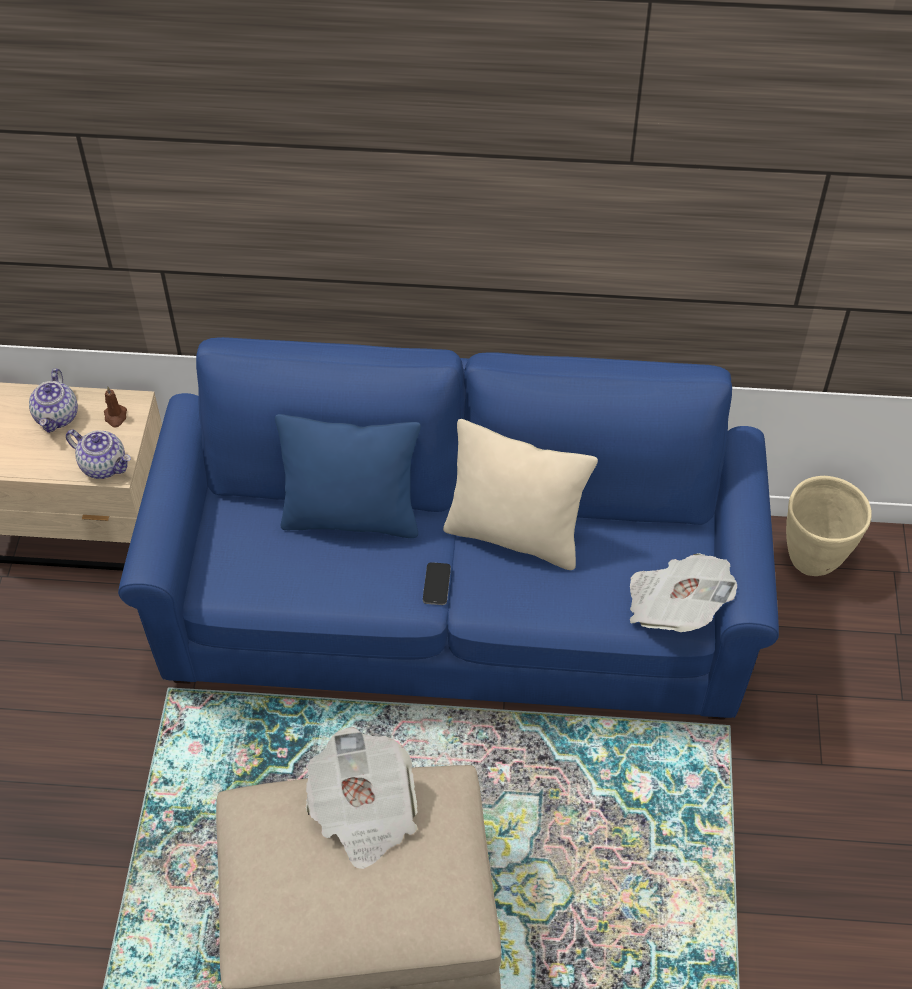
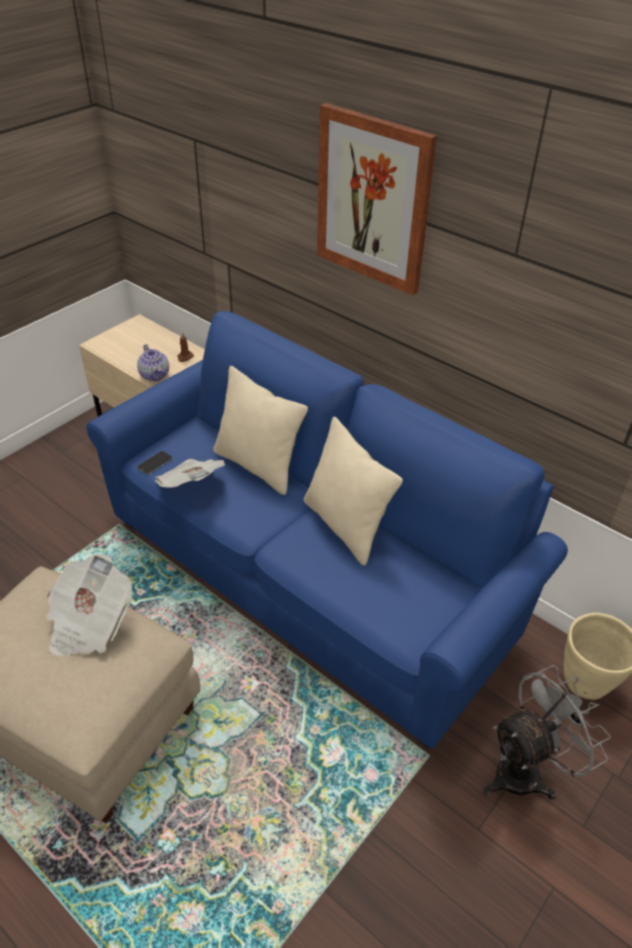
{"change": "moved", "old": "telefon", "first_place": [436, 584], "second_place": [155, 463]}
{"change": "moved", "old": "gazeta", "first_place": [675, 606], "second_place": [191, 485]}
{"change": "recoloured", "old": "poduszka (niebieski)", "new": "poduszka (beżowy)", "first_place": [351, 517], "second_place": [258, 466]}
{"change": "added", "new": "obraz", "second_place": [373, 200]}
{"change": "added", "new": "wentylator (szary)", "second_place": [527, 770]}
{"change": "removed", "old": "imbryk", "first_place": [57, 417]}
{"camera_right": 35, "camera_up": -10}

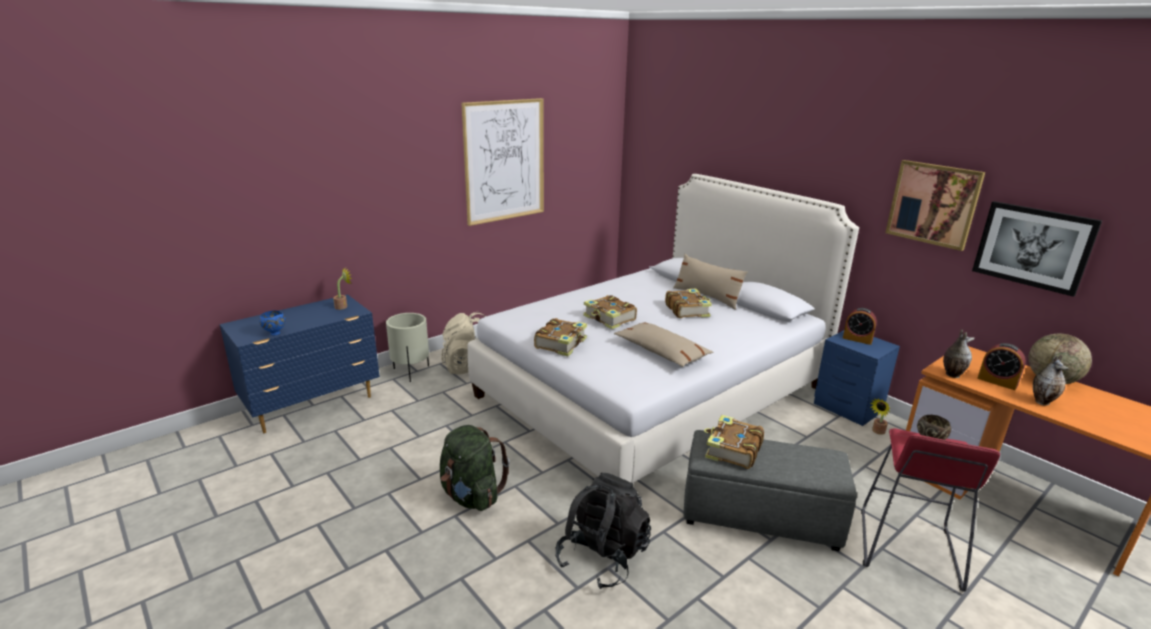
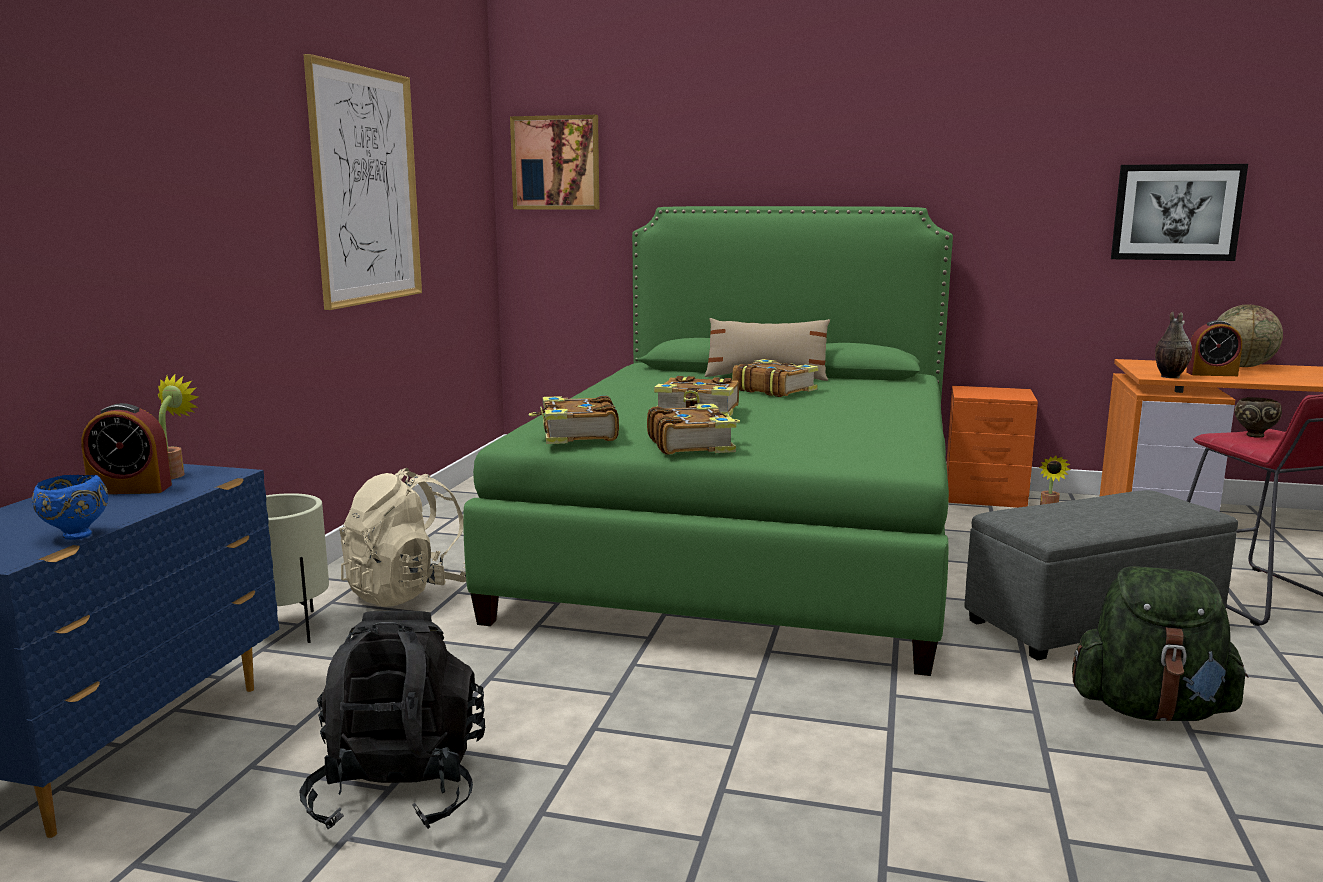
{"change": "moved", "old": "budzik", "first_place": [857, 339], "second_place": [130, 489]}
{"change": "moved", "old": "plecak (czarny)", "first_place": [602, 557], "second_place": [399, 790]}
{"change": "recoloured", "old": "łóżko (biały)", "new": "łóżko (zielony)", "first_place": [652, 391], "second_place": [745, 541]}
{"change": "moved", "old": "obraz", "first_place": [933, 204], "second_place": [556, 163]}
{"change": "moved", "old": "książka", "first_place": [732, 450], "second_place": [577, 434]}
{"change": "recoloured", "old": "szafka nocna (niebieski)", "new": "szafka nocna (pomarańczowy)", "first_place": [848, 408], "second_place": [986, 497]}
{"change": "moved", "old": "plecak (zielony)", "first_place": [471, 496], "second_place": [1151, 710]}
{"change": "removed", "old": "poduszka (beżowy)", "first_place": [661, 352]}
{"change": "removed", "old": "wazon", "first_place": [1042, 401]}
{"camera_right": -35, "camera_up": -10}

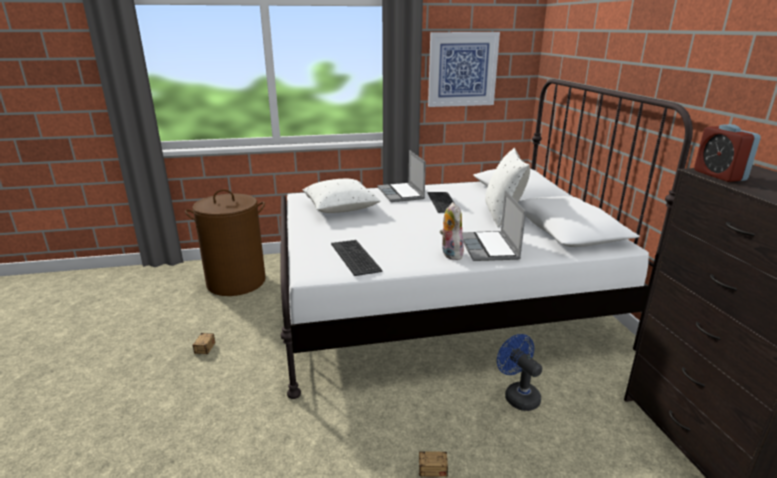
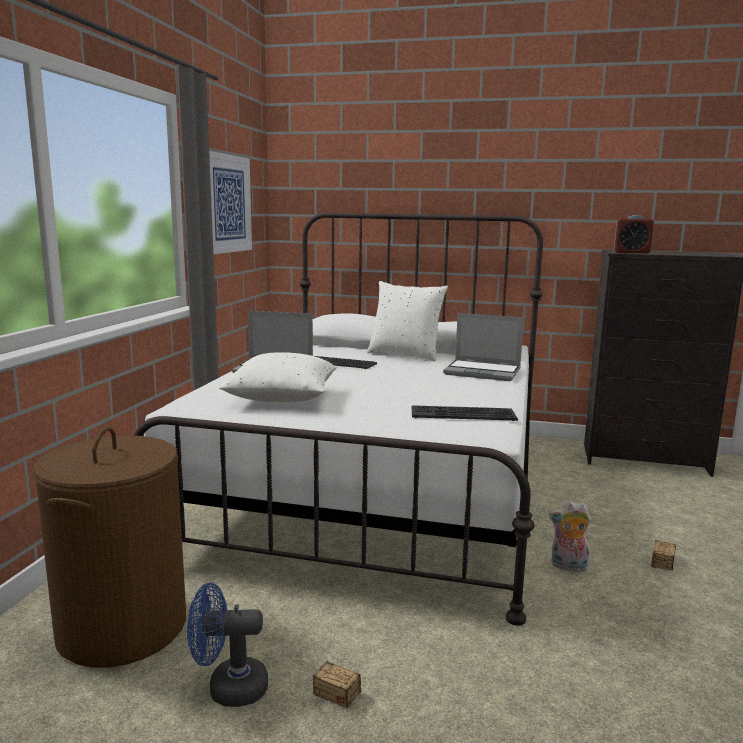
{"change": "moved", "old": "wentylator (niebieski)", "first_place": [517, 395], "second_place": [228, 688]}
{"change": "moved", "old": "pluszak", "first_place": [450, 254], "second_place": [568, 566]}
{"camera_right": -65, "camera_up": -10}

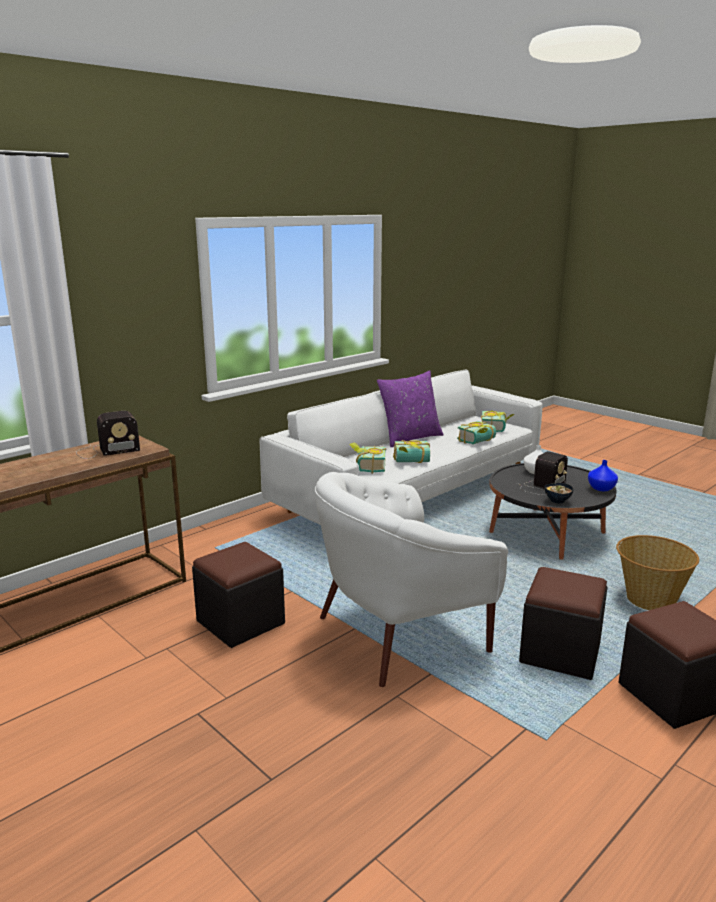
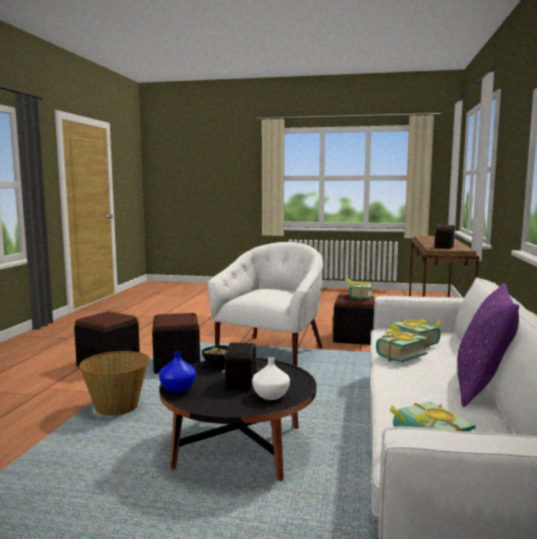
{"change": "moved", "old": "książka", "first_place": [479, 442], "second_place": [357, 296]}
{"camera_right": 145, "camera_up": -10}

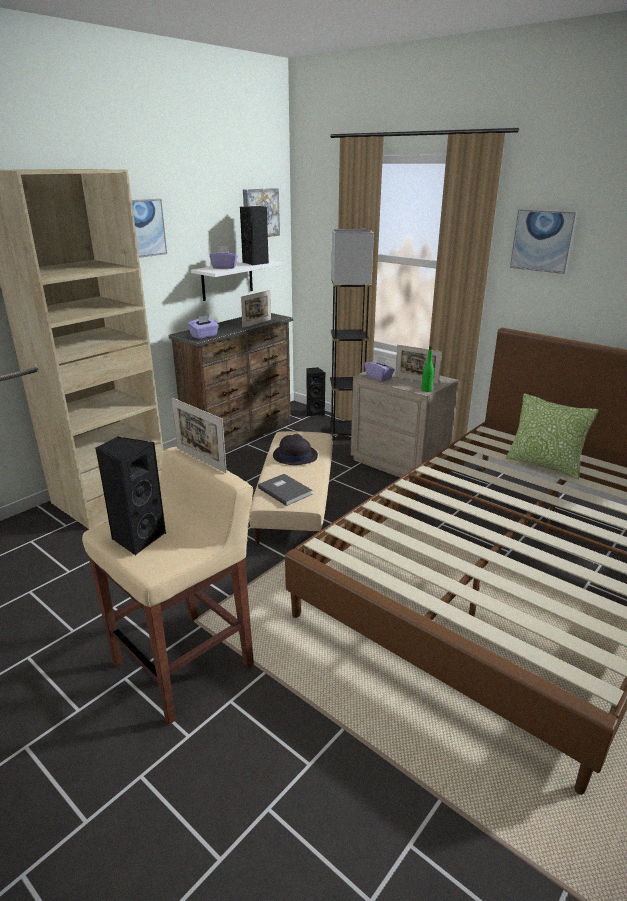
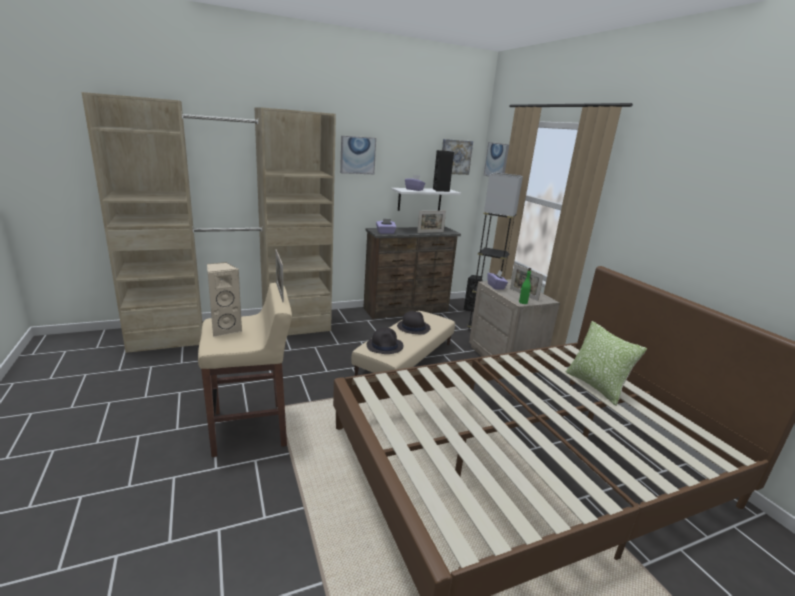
{"change": "recoloured", "old": "głośnik (czarny)", "new": "głośnik (beżowy)", "first_place": [137, 538], "second_place": [225, 329]}
{"change": "replaced", "old": "książka (szary)", "new": "kapelusz (czarny)", "first_place": [285, 490], "second_place": [385, 346]}
{"change": "moved", "old": "obraz", "first_place": [542, 241], "second_place": [497, 160]}
{"camera_right": 25, "camera_up": -5}

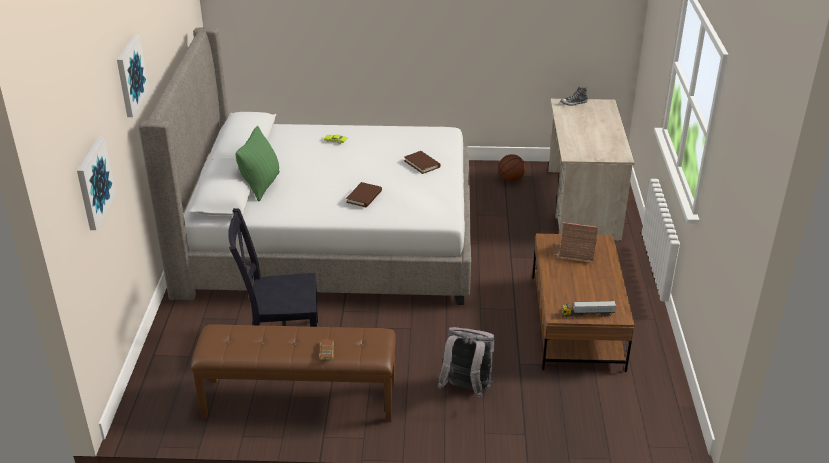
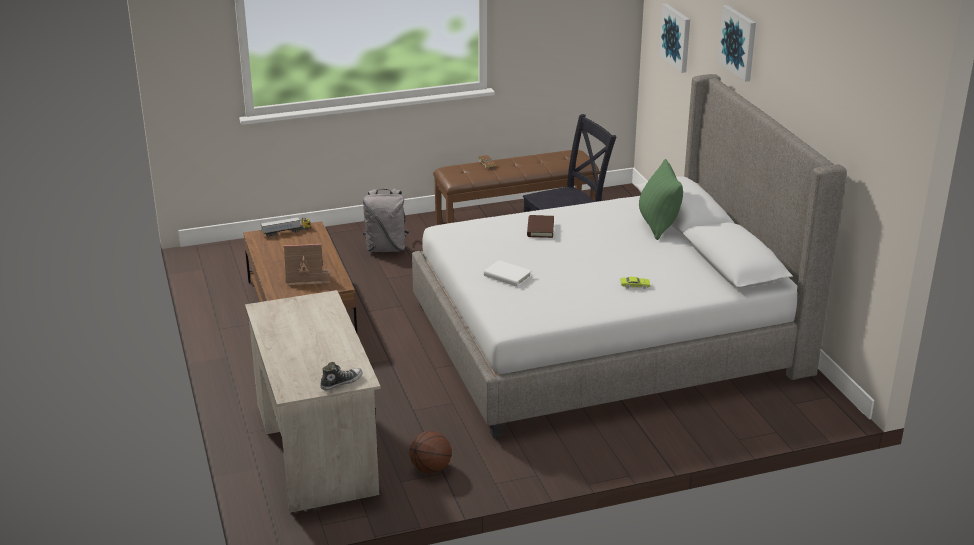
{"change": "recoloured", "old": "książka (brązowy)", "new": "książka (biały)", "first_place": [422, 164], "second_place": [507, 276]}
{"camera_right": 160, "camera_up": -5}

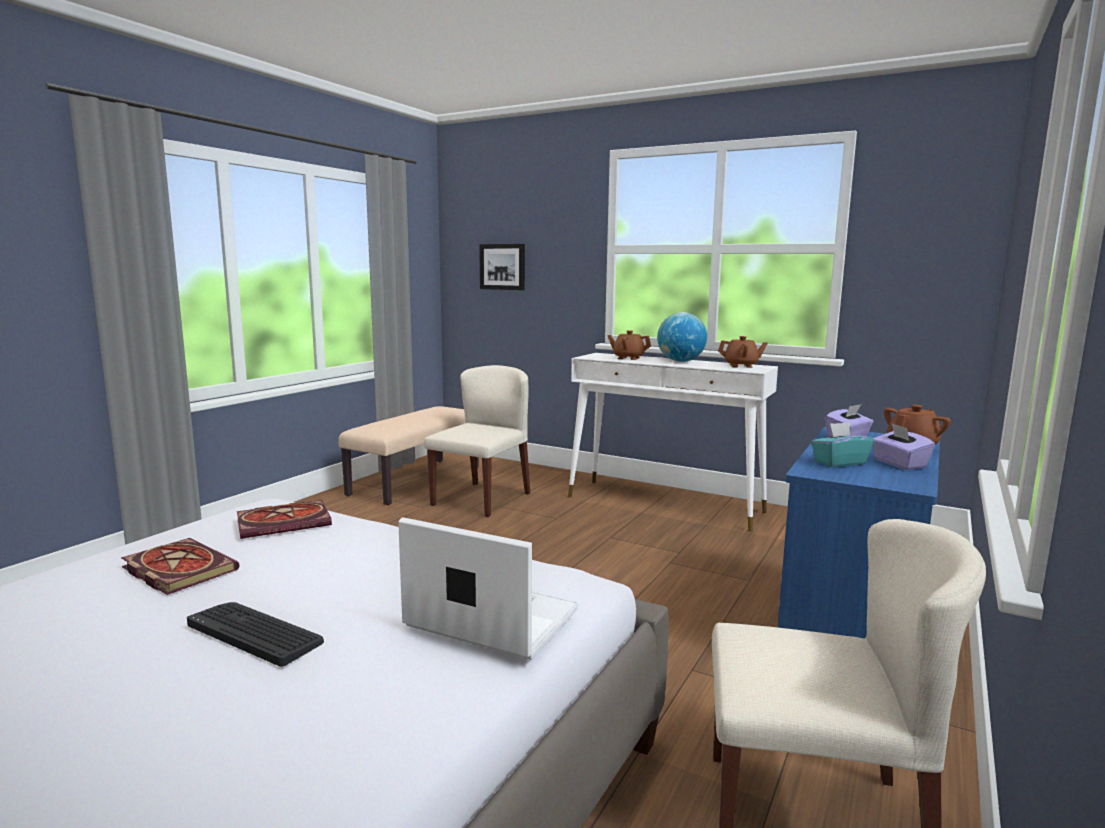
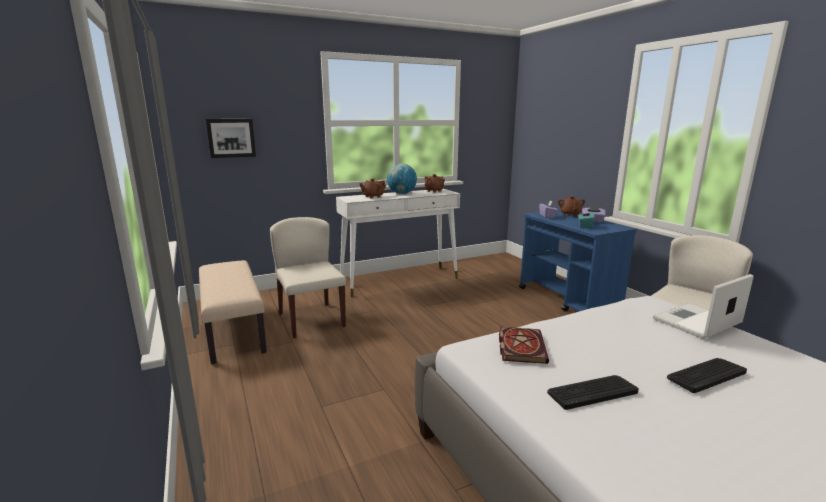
{"change": "replaced", "old": "książka", "new": "klawiatura", "first_place": [176, 569], "second_place": [591, 392]}
{"camera_right": -55, "camera_up": 5}

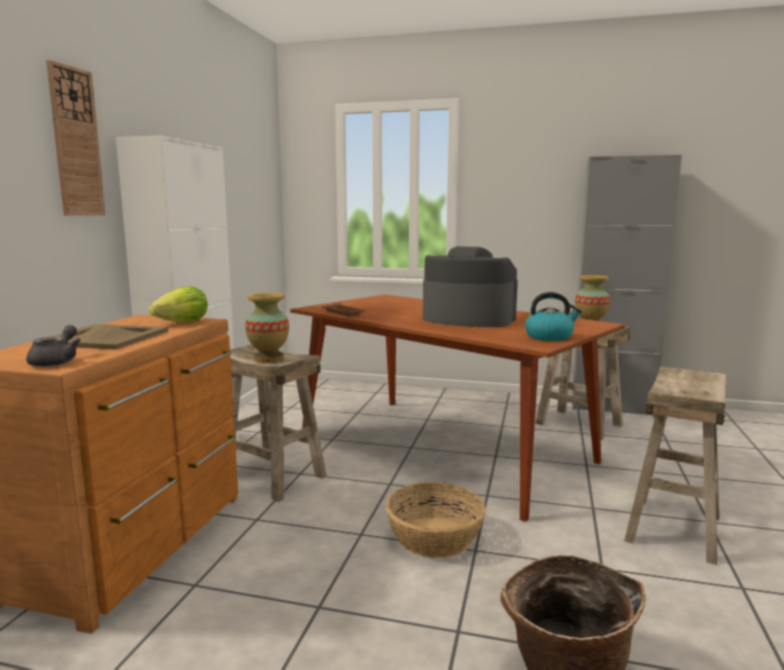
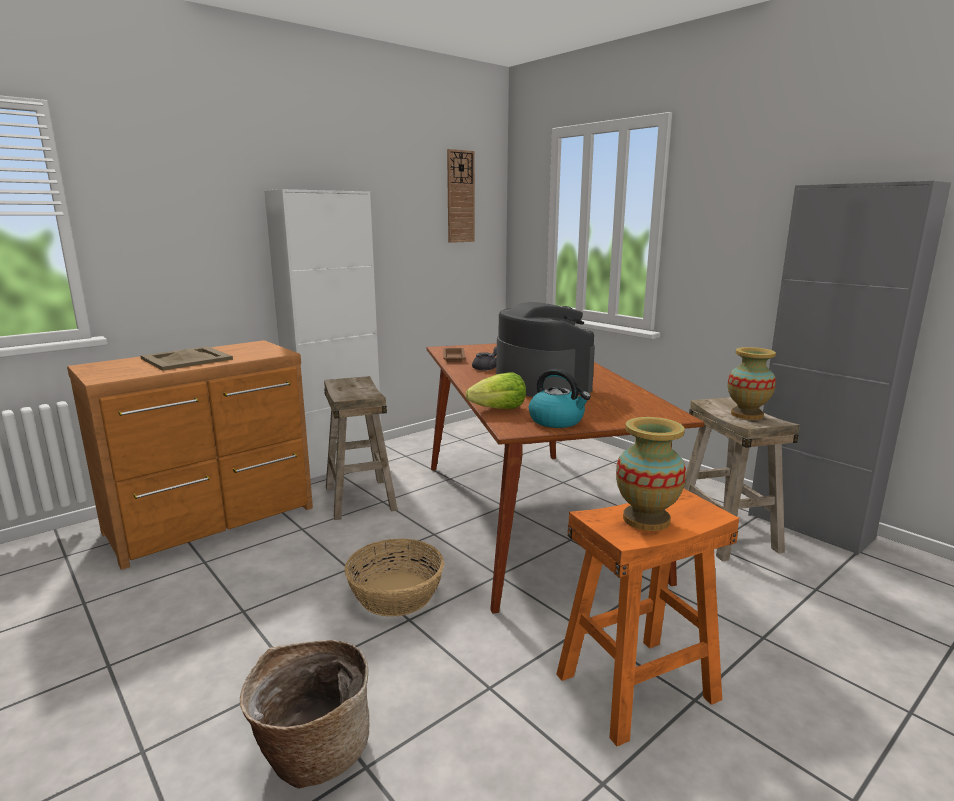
{"change": "moved", "old": "zegar ścienny", "first_place": [76, 142], "second_place": [460, 197]}
{"change": "moved", "old": "sałata", "first_place": [183, 323], "second_place": [499, 409]}
{"change": "moved", "old": "imbryk (szary)", "first_place": [57, 361], "second_place": [487, 368]}
{"change": "recoloured", "old": "stołek (beżowy)", "new": "stołek (pomarańczowy)", "first_place": [674, 528], "second_place": [637, 687]}
{"change": "moved", "old": "wazon", "first_place": [269, 358], "second_place": [646, 520]}
{"camera_right": 35, "camera_up": 5}

